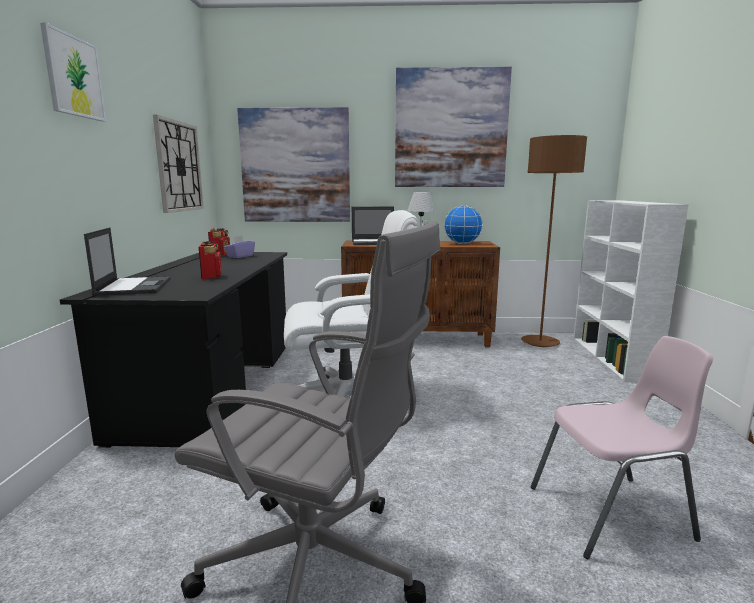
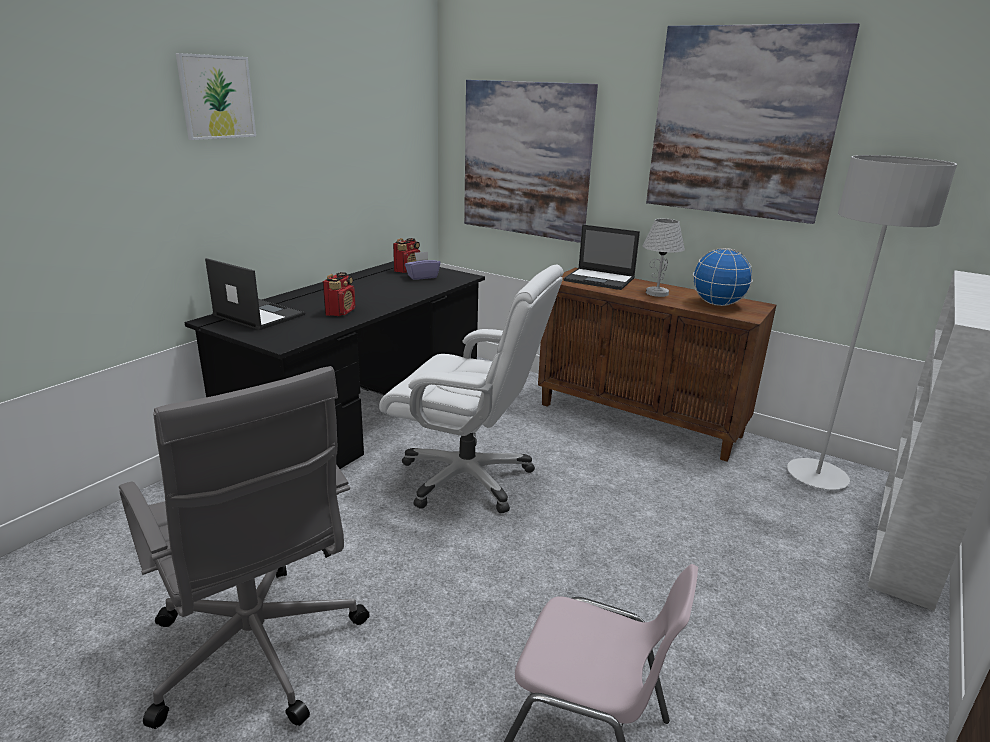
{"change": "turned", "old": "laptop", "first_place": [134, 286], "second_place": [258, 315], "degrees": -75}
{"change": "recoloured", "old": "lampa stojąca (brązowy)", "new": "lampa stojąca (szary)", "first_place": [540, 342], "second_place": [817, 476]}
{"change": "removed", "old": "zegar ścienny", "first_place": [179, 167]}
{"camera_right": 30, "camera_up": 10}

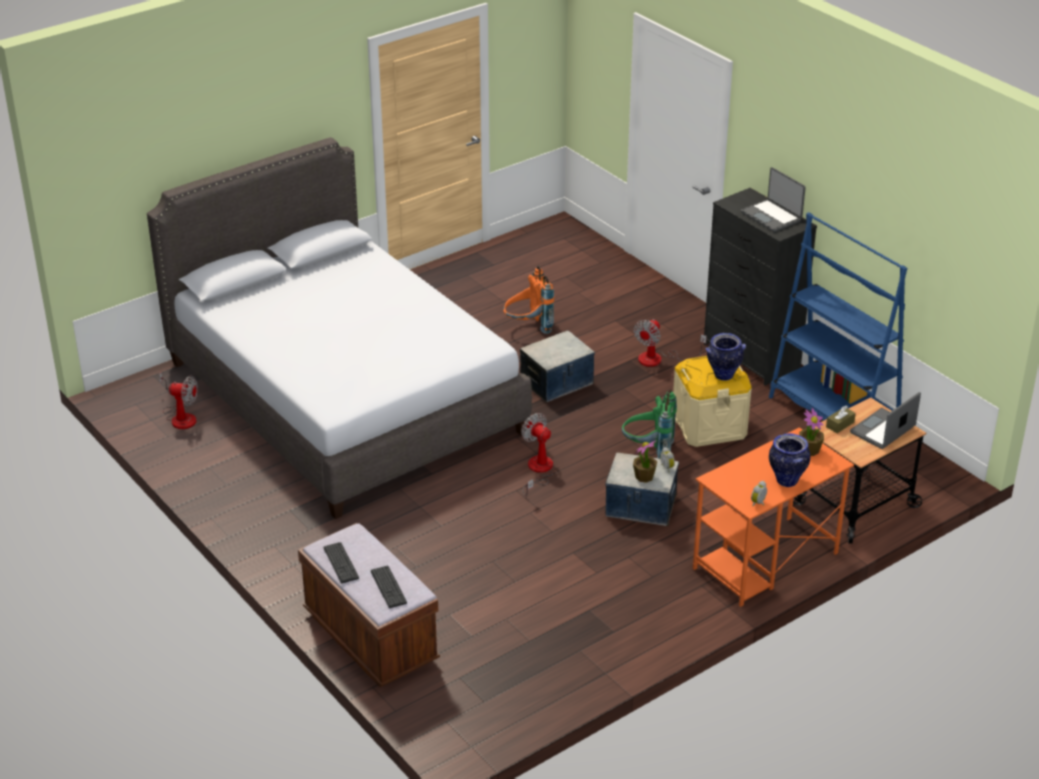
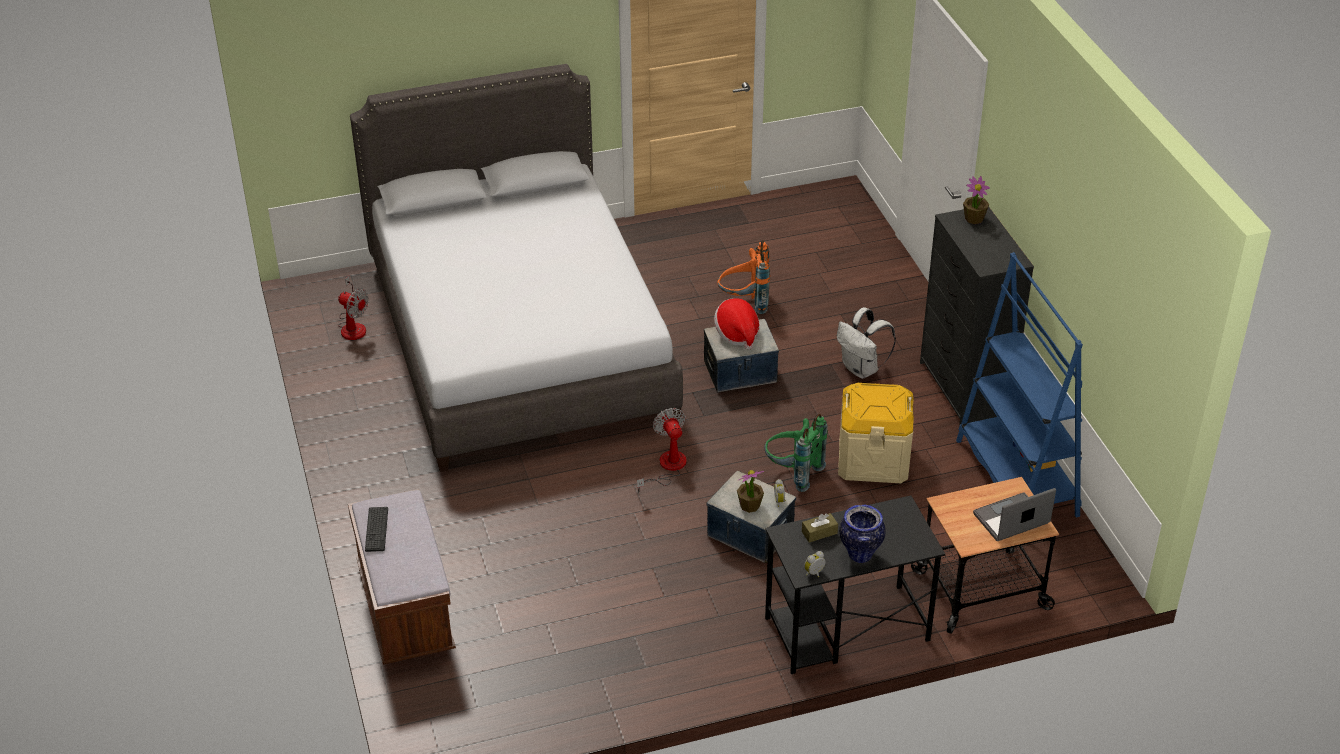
{"change": "added", "new": "kapelusz", "second_place": [737, 334]}
{"change": "recoloured", "old": "biurko (pomarańczowy)", "new": "biurko (czarny)", "first_place": [764, 561], "second_place": [845, 630]}
{"change": "moved", "old": "pudełko chusteczek (brązowy)", "first_place": [840, 424], "second_place": [819, 532]}
{"change": "replaced", "old": "wentylator", "new": "plecak (biały)", "first_place": [658, 359], "second_place": [862, 369]}
{"change": "moved", "old": "roślina doniczkowa", "first_place": [809, 450], "second_place": [974, 218]}
{"change": "removed", "old": "klawiatura", "first_place": [388, 587]}
{"change": "removed", "old": "wazon", "first_place": [723, 376]}
{"change": "removed", "old": "laptop", "first_place": [772, 216]}
{"camera_right": 20, "camera_up": 5}

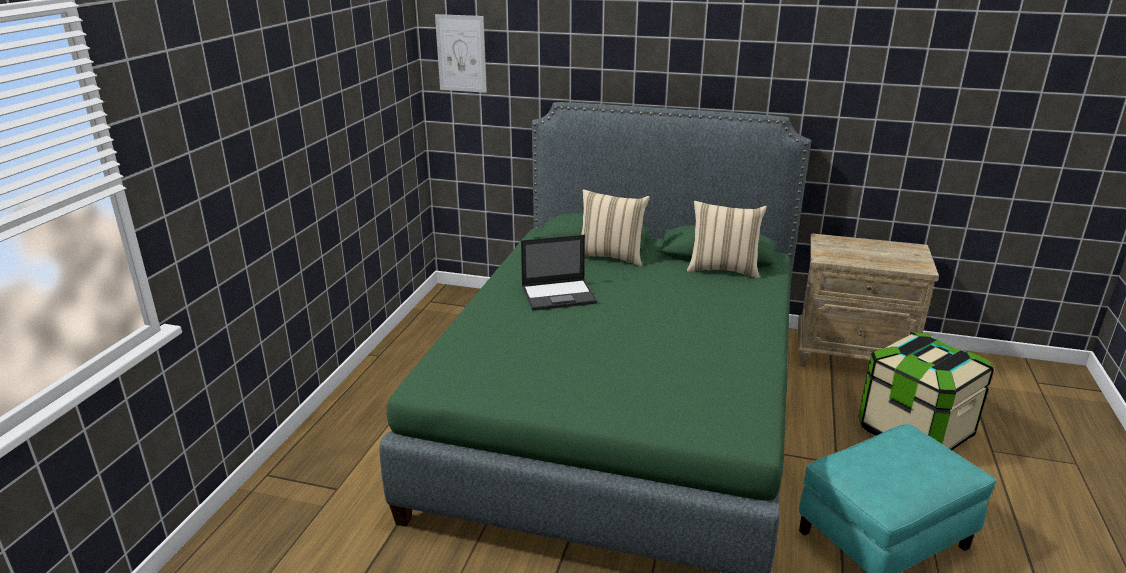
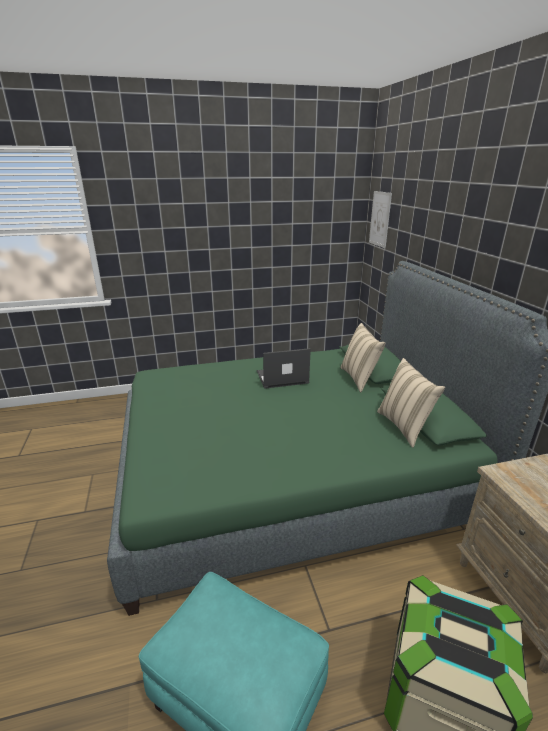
{"change": "turned", "old": "laptop", "first_place": [559, 295], "second_place": [281, 377], "degrees": 120}
{"camera_right": 60, "camera_up": 0}

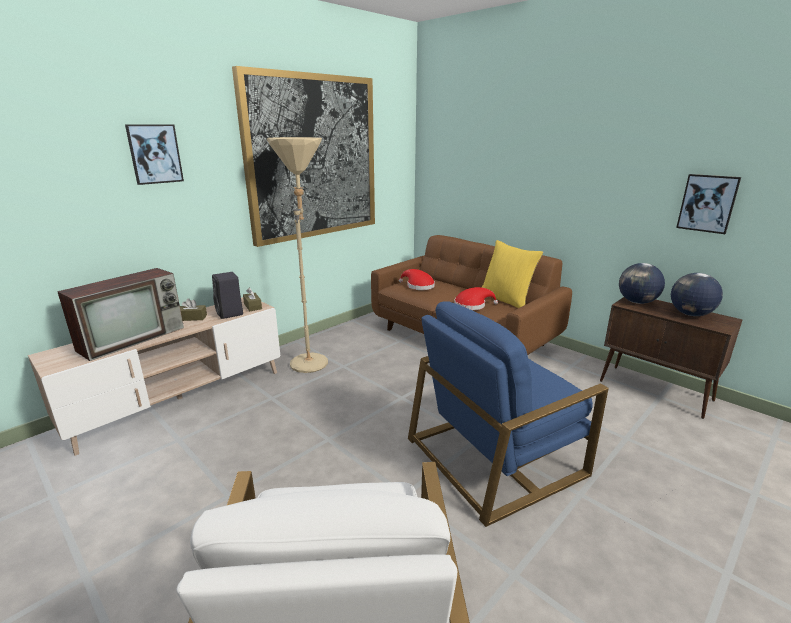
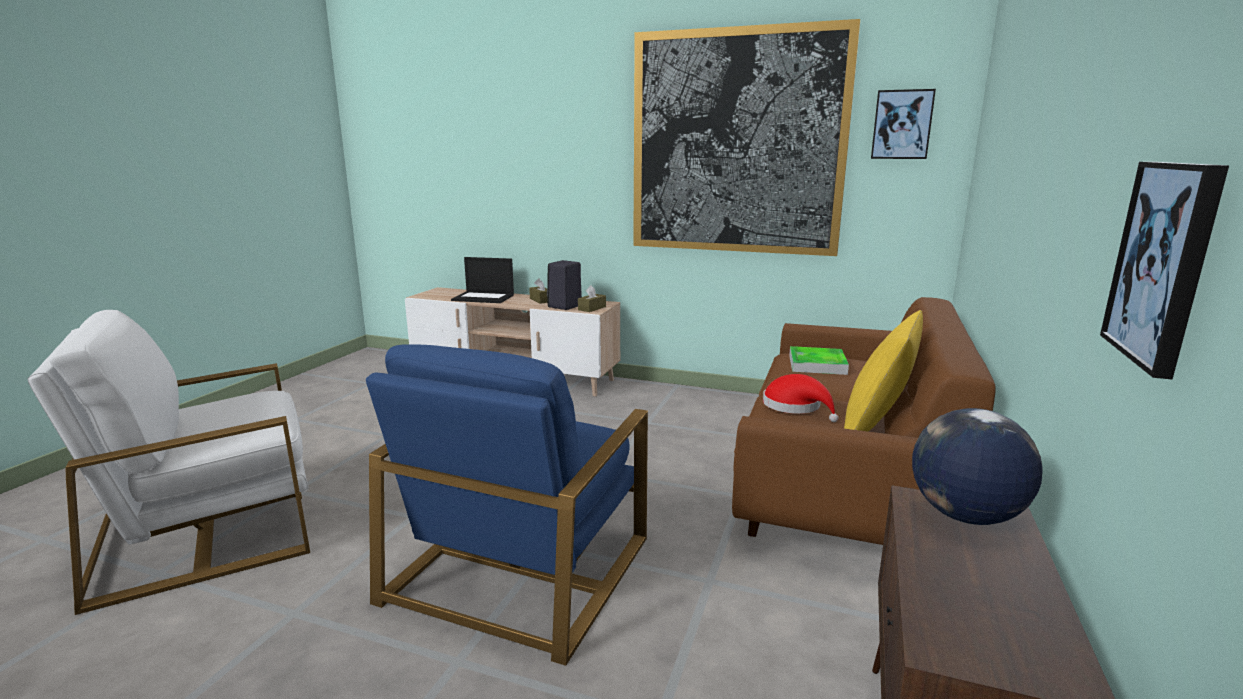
{"change": "turned", "old": "fotel (niebieski)", "first_place": [495, 454], "second_place": [518, 566], "degrees": -105}
{"change": "replaced", "old": "telewizor", "new": "laptop", "first_place": [134, 338], "second_place": [484, 297]}
{"change": "replaced", "old": "kapelusz (czerwony)", "new": "taca", "first_place": [418, 286], "second_place": [817, 364]}
{"change": "moved", "old": "obraz", "first_place": [155, 154], "second_place": [902, 124]}
{"change": "removed", "old": "lampa stojąca (beżowy)", "first_place": [311, 360]}
{"change": "removed", "old": "globus", "first_place": [690, 314]}
{"camera_right": 65, "camera_up": -5}

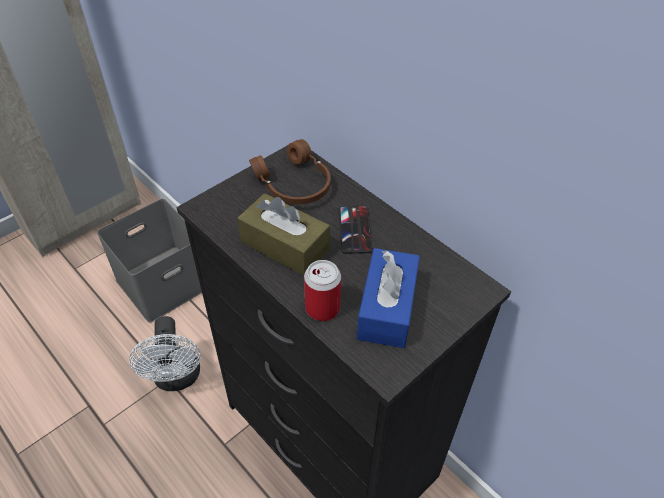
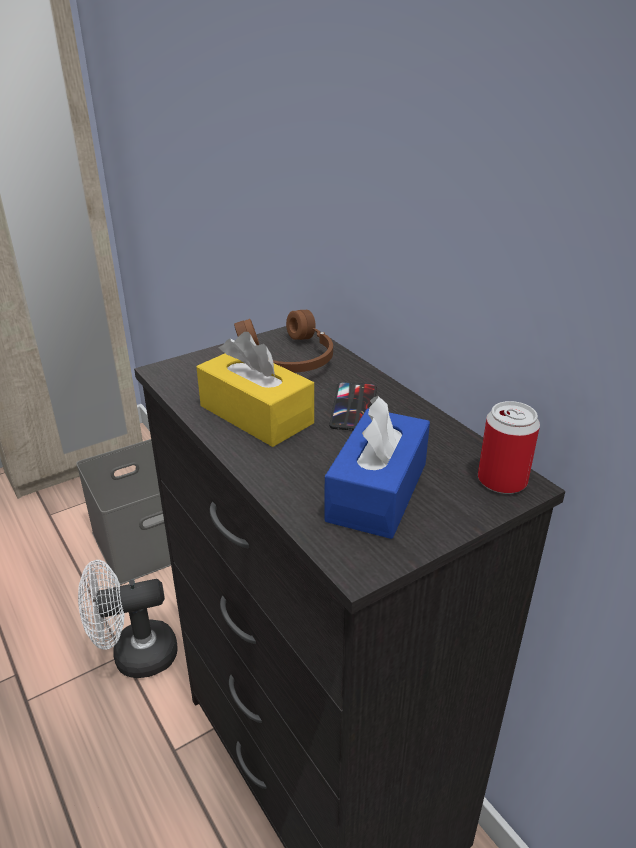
{"change": "turned", "old": "wentylator (biały)", "first_place": [177, 378], "second_place": [134, 656], "degrees": 75}
{"change": "recoloured", "old": "pudełko chusteczek (brązowy)", "new": "pudełko chusteczek (żółty)", "first_place": [285, 246], "second_place": [256, 414]}
{"change": "moved", "old": "puszka", "first_place": [322, 308], "second_place": [502, 480]}
{"camera_right": 10, "camera_up": -15}

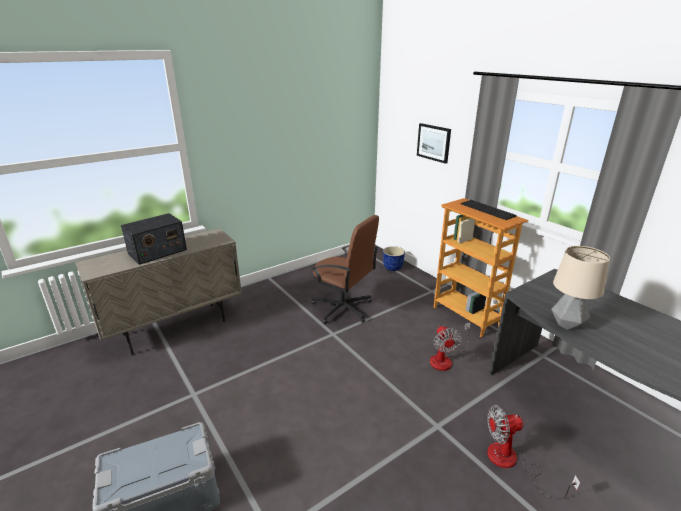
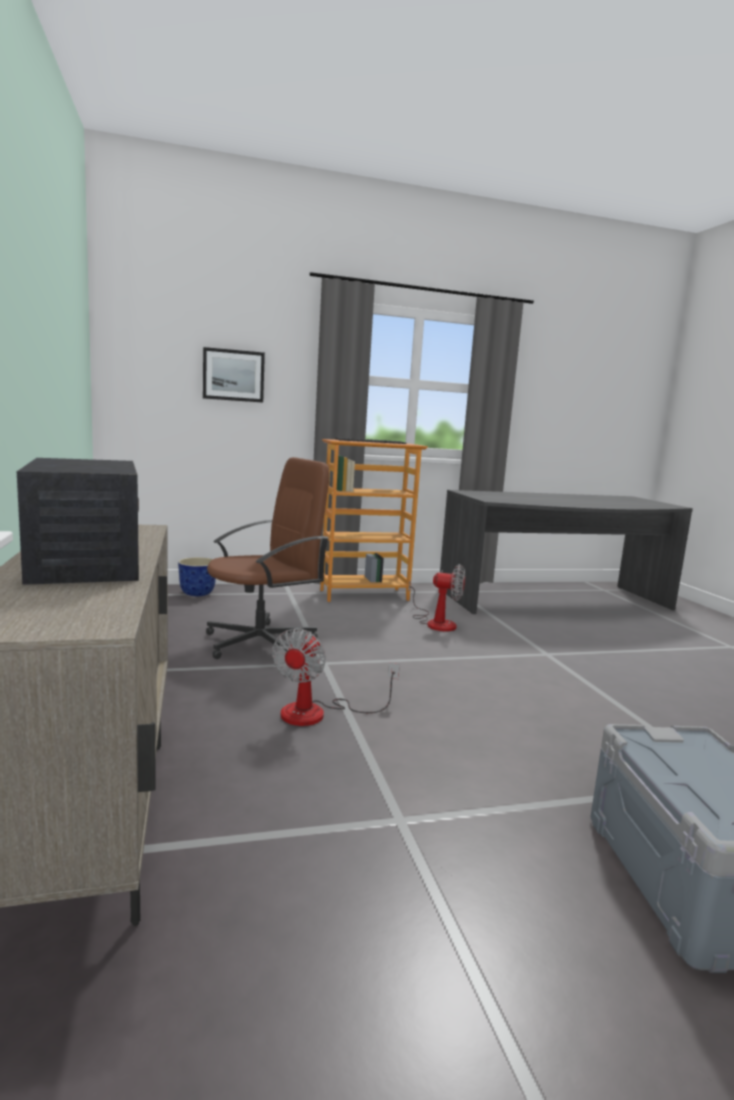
{"change": "moved", "old": "wentylator", "first_place": [512, 463], "second_place": [318, 713]}
{"change": "removed", "old": "lampa stołowa", "first_place": [567, 324]}
{"camera_right": -70, "camera_up": -15}

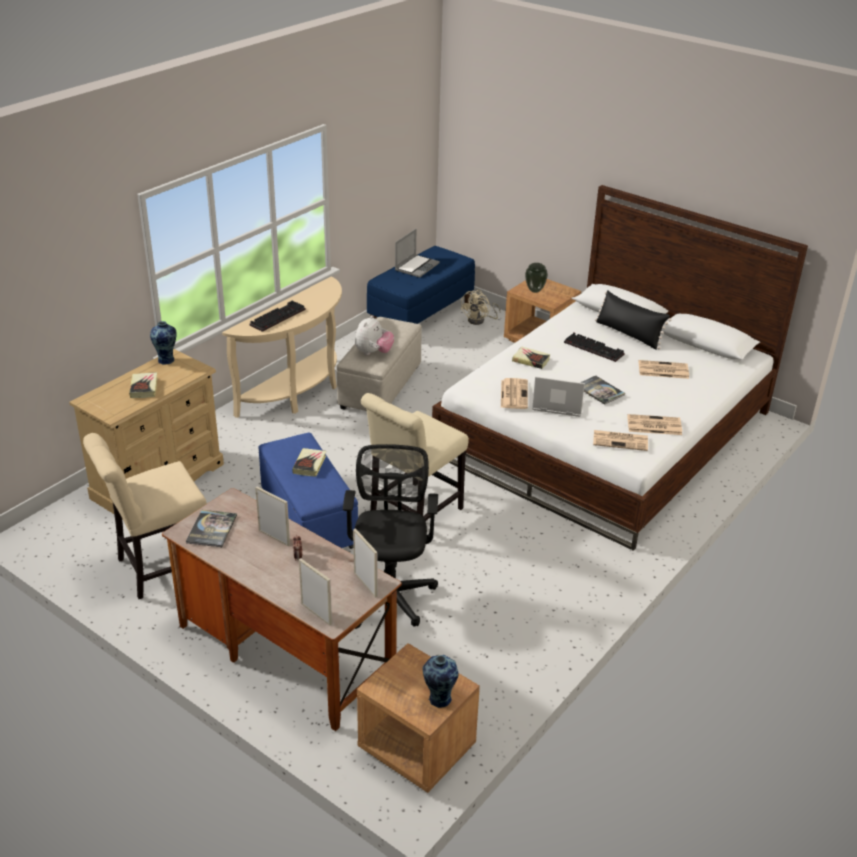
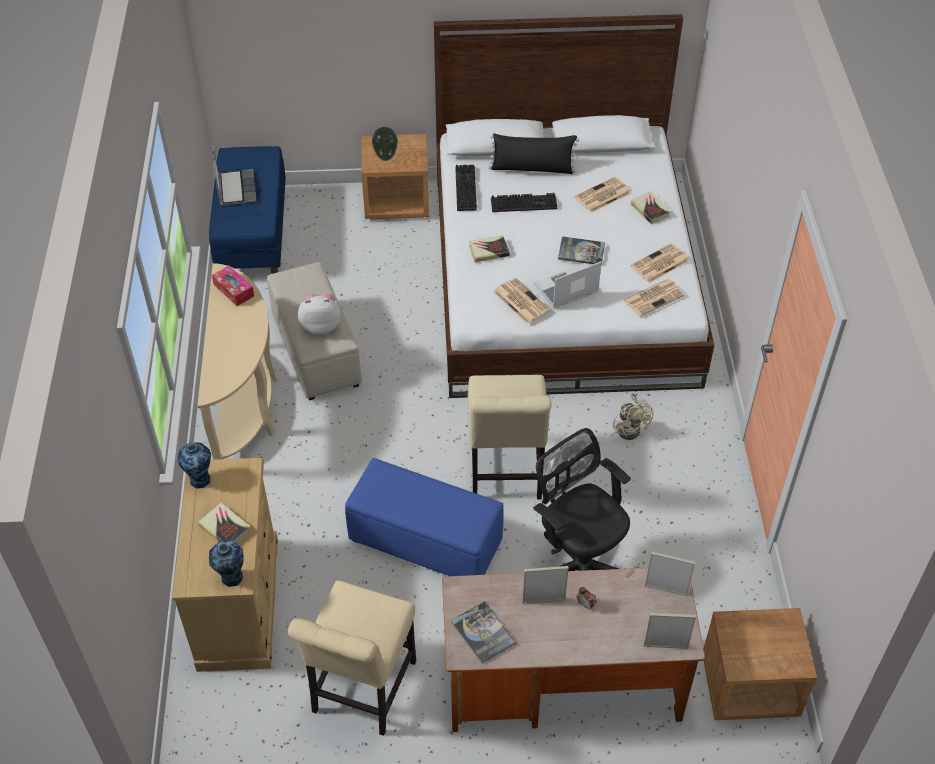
{"change": "moved", "old": "wazon", "first_place": [439, 699], "second_place": [231, 578]}
{"change": "added", "new": "pudełko chusteczek", "second_place": [233, 290]}
{"change": "turned", "old": "pluszak", "first_place": [373, 353], "second_place": [321, 325], "degrees": -75}
{"change": "moved", "old": "klawiatura", "first_place": [277, 316], "second_place": [464, 188]}
{"change": "moved", "old": "wentylator (beżowy)", "first_place": [479, 320], "second_place": [631, 427]}
{"change": "moved", "old": "książka", "first_place": [309, 464], "second_place": [650, 210]}
{"camera_right": -40, "camera_up": 15}

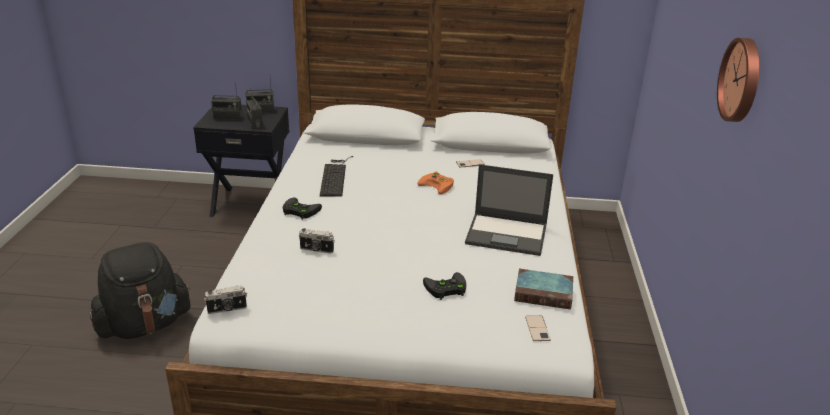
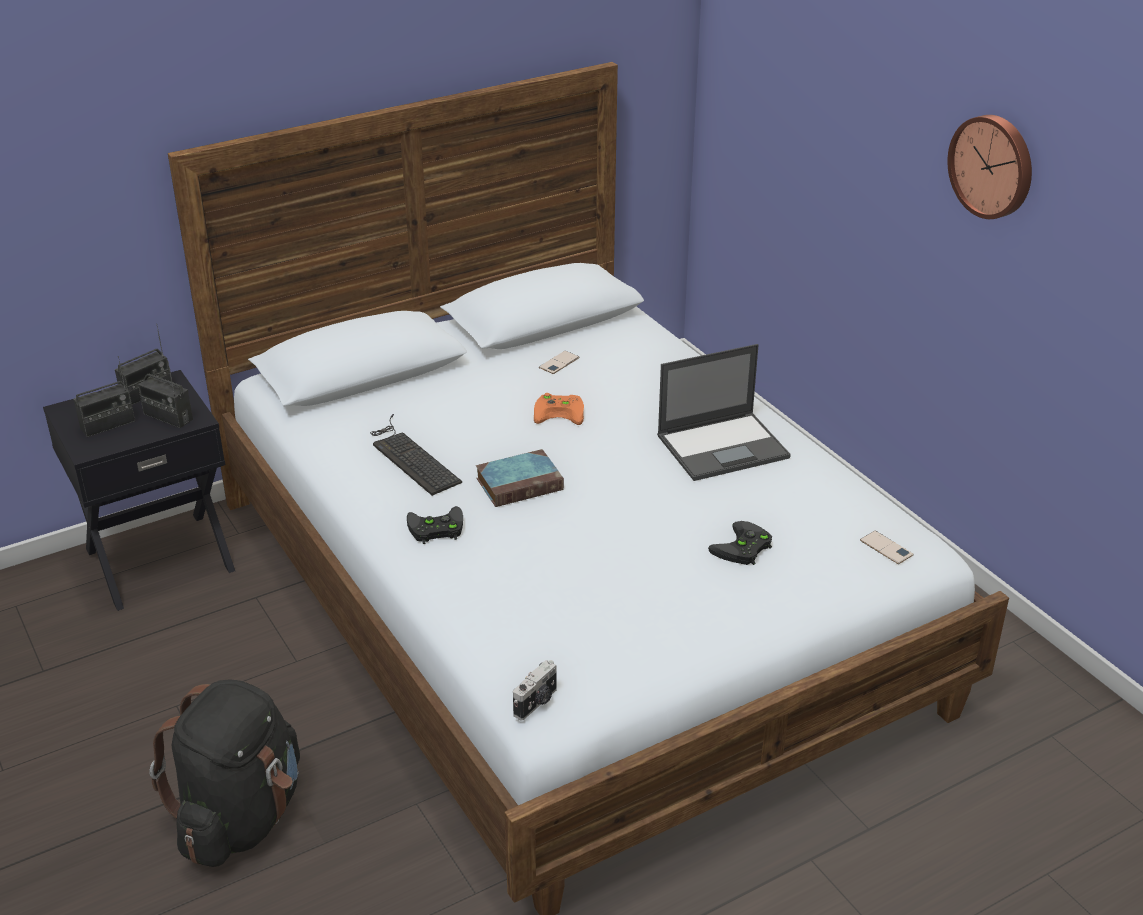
{"change": "moved", "old": "książka", "first_place": [544, 293], "second_place": [521, 483]}
{"change": "removed", "old": "aparat fotograficzny", "first_place": [316, 250]}
{"camera_right": -35, "camera_up": 5}

